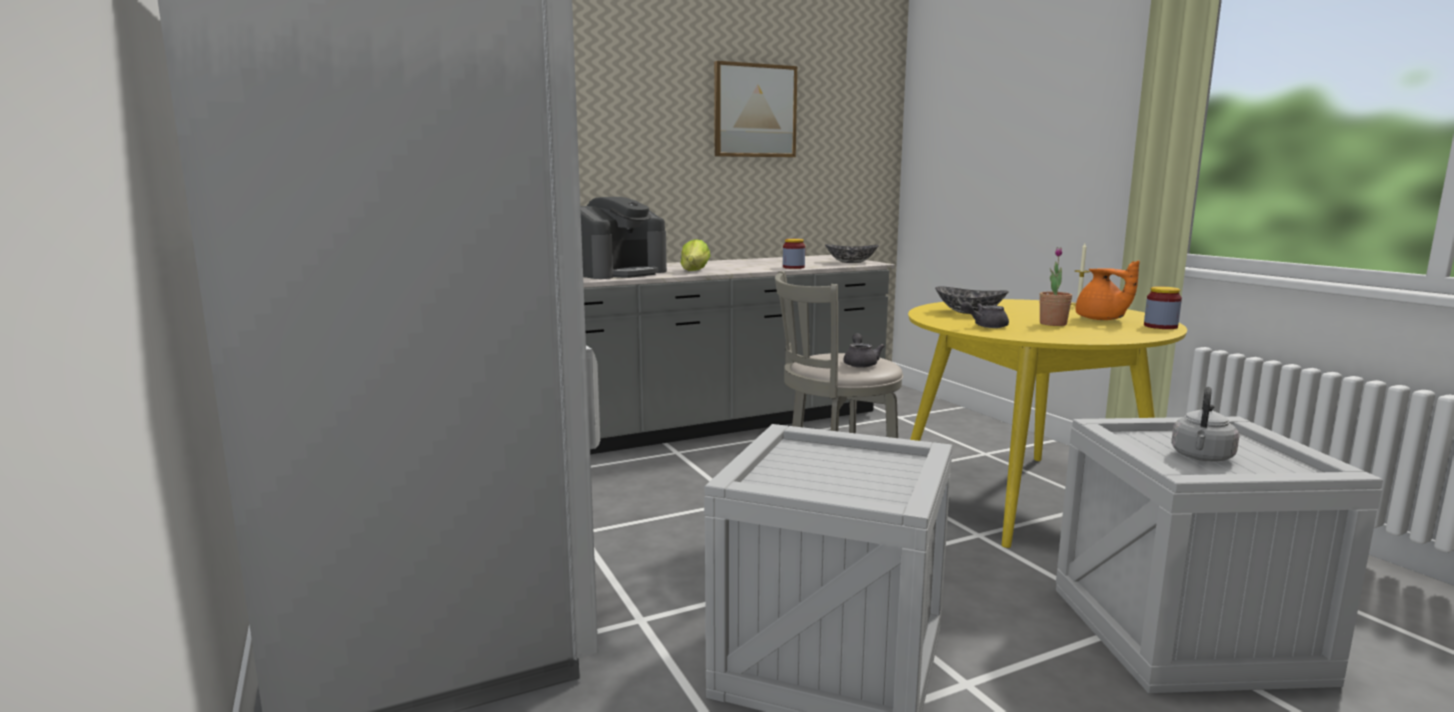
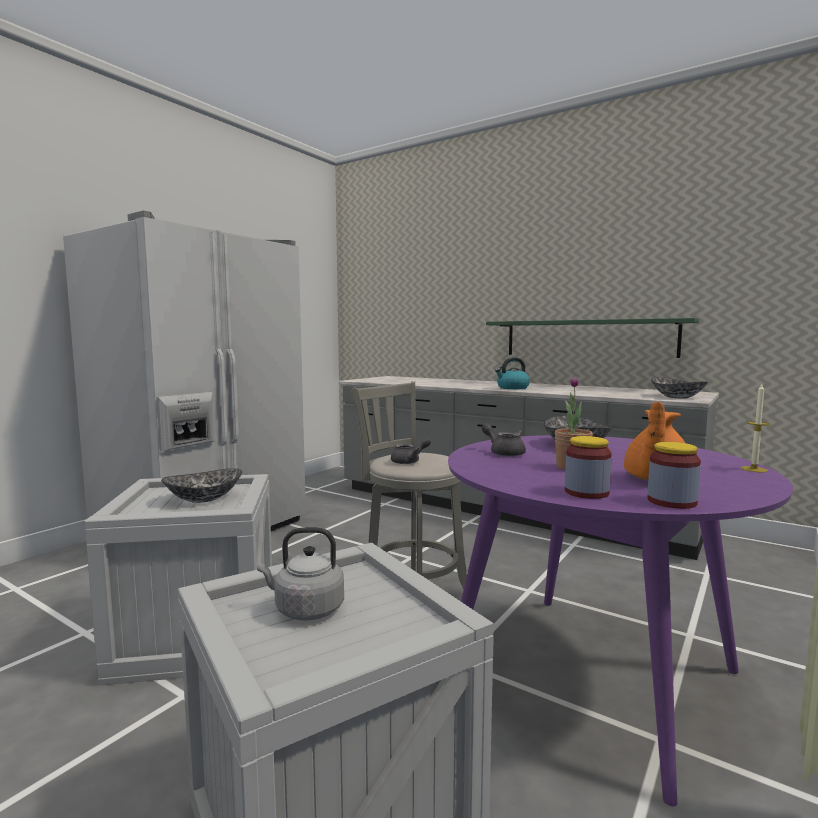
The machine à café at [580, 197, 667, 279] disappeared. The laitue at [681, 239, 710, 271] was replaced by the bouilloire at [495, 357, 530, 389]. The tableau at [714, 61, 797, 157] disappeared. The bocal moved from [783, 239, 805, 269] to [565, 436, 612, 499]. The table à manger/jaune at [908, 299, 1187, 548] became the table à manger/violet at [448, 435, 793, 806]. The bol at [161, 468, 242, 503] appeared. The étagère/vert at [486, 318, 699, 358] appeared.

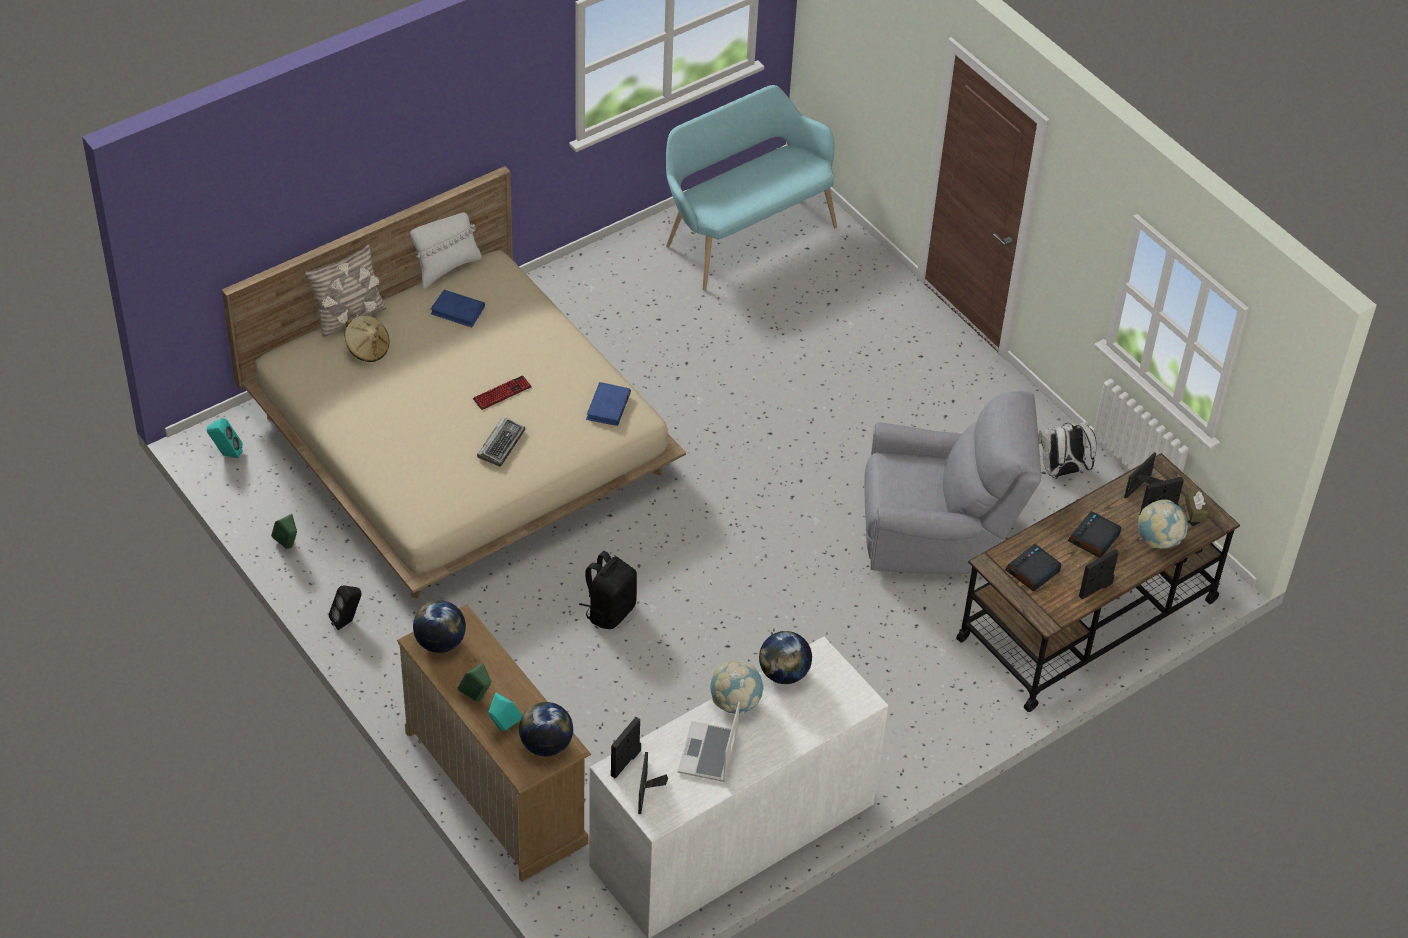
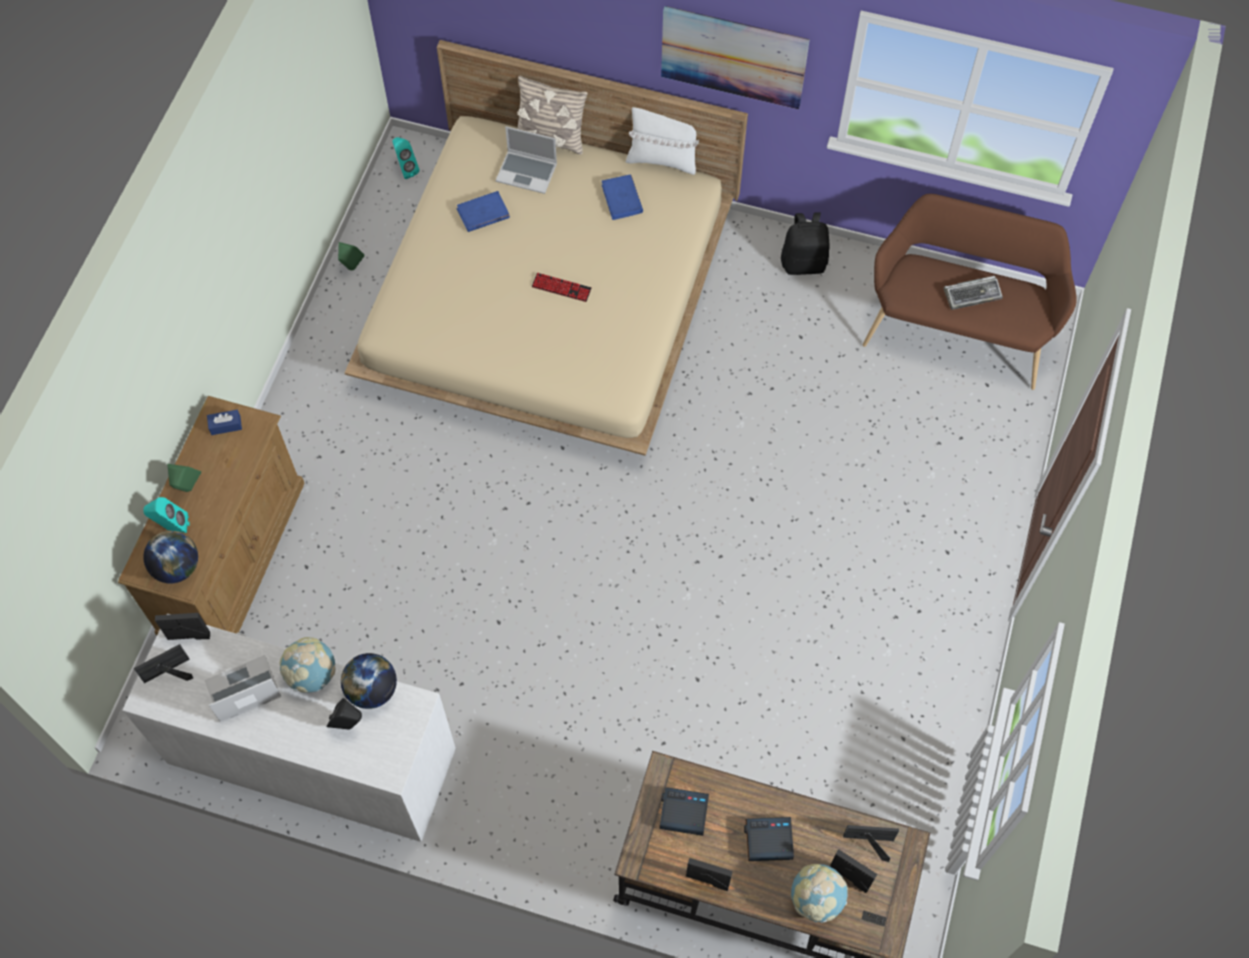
The enceinte/noir moved from [329, 585, 361, 630] to [327, 698, 362, 730]. The chapeau/beige at [345, 315, 390, 362] was replaced by the ordinateur portable at [496, 126, 557, 194]. The globe at [413, 600, 466, 653] was replaced by the boîte à mouchoirs/bleu at [207, 410, 242, 435]. The clavier moved from [477, 418, 525, 467] to [944, 276, 1003, 310]. The sac à dos/noir moved from [579, 551, 637, 629] to [781, 212, 830, 275]. The livre/bleu moved from [586, 382, 631, 426] to [456, 191, 510, 232]. The banc/turquoise at [666, 85, 837, 291] became the banc/marron at [863, 194, 1077, 390]. The fauteuil/gris at [864, 391, 1041, 574] disappeared. The sac à dos/blanc at [1038, 421, 1097, 479] disappeared. The boîte à mouchoirs/marron at [1185, 491, 1209, 522] disappeared. The tableau at [661, 6, 810, 110] appeared.

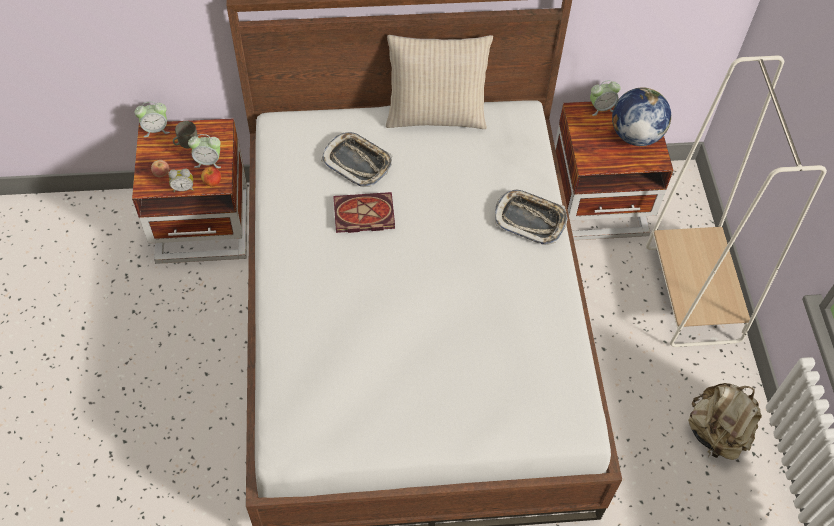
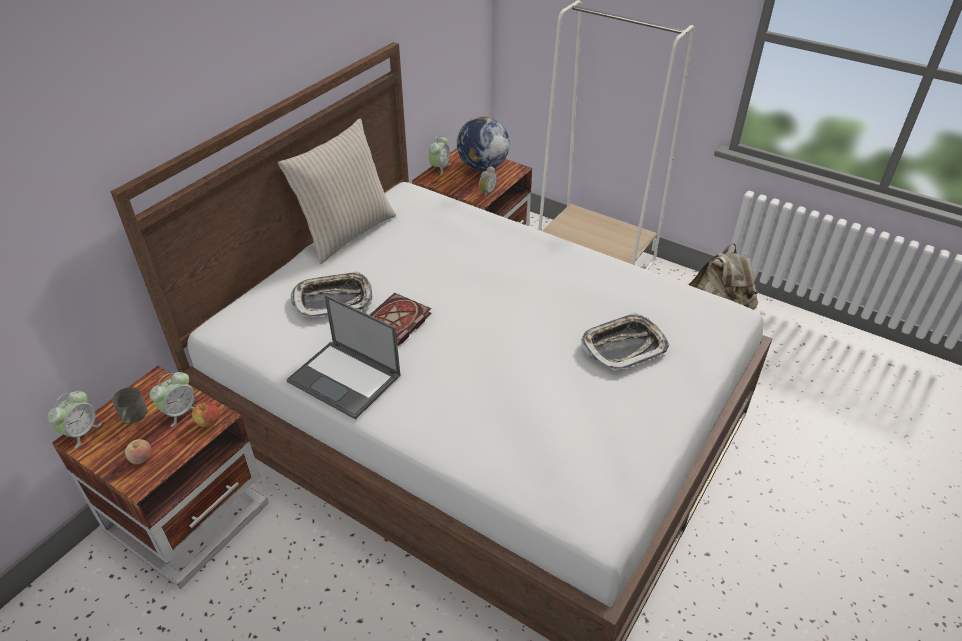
The réveil moved from [168, 169, 194, 192] to [479, 166, 497, 198]. The plateau moved from [495, 190, 568, 245] to [581, 313, 669, 371]. The ordinateur portable at [287, 294, 400, 420] appeared.

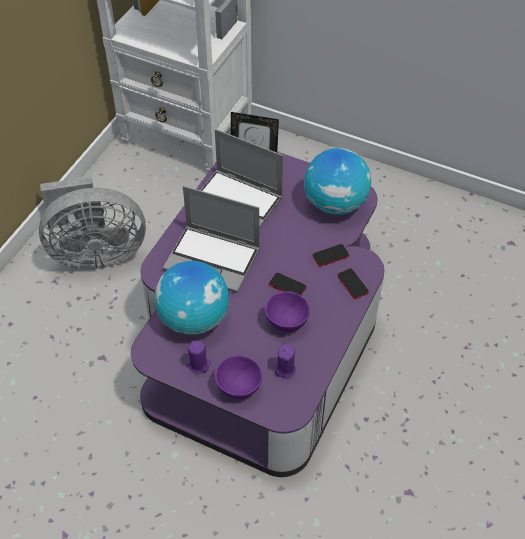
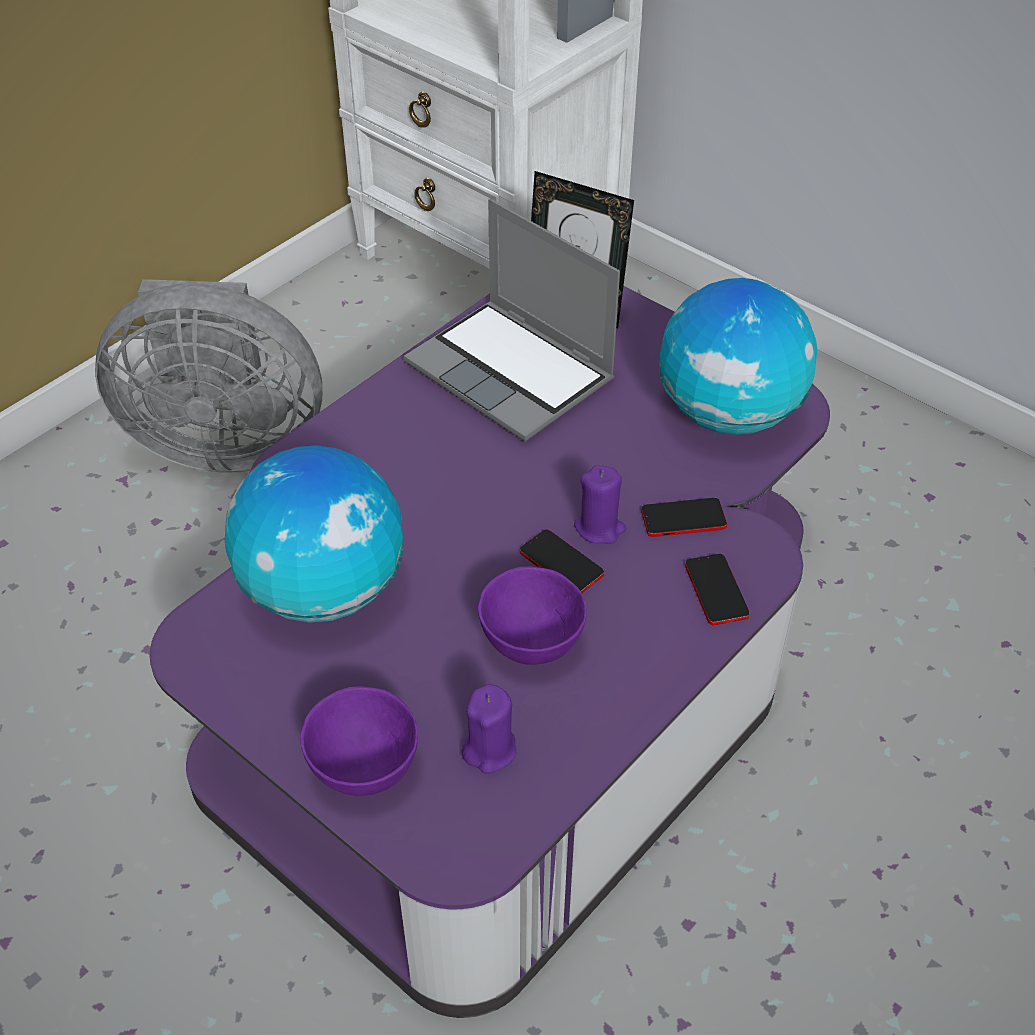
The ordinateur portable at [163, 186, 260, 293] disappeared. The bougie/violet moved from [187, 341, 211, 374] to [574, 465, 626, 544].

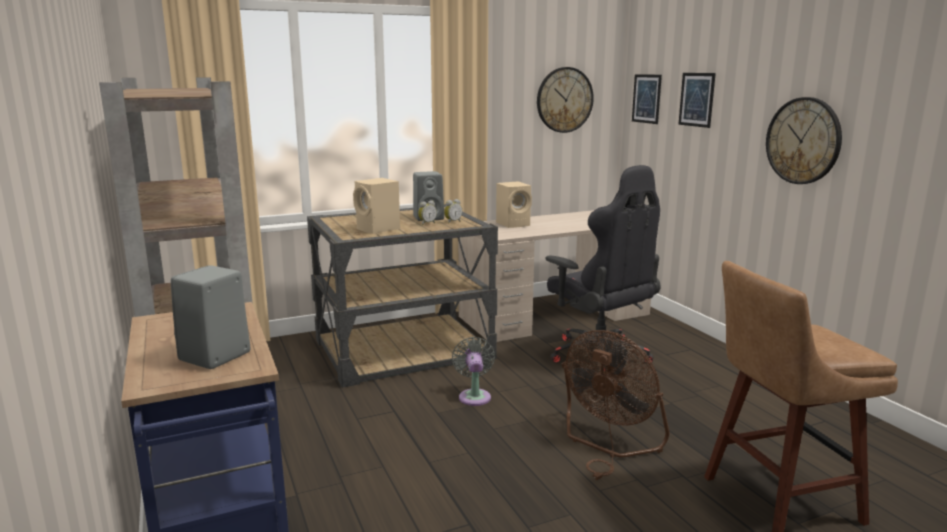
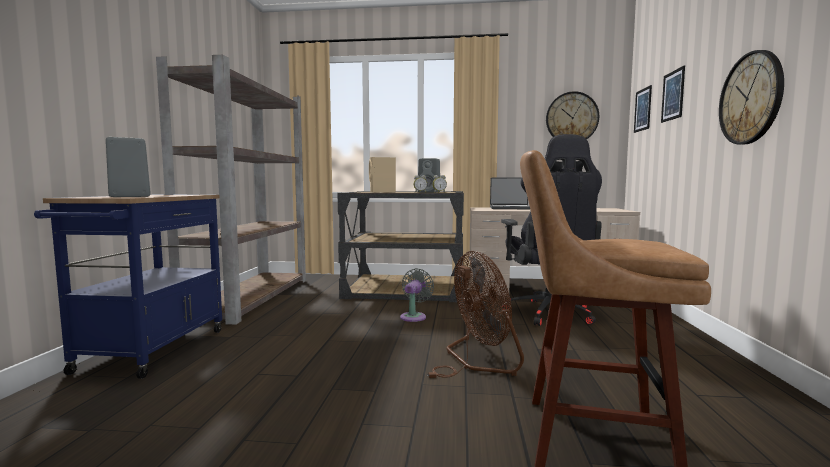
The enceinte/beige at [496, 182, 532, 228] was replaced by the ordinateur portable at [490, 177, 530, 209].

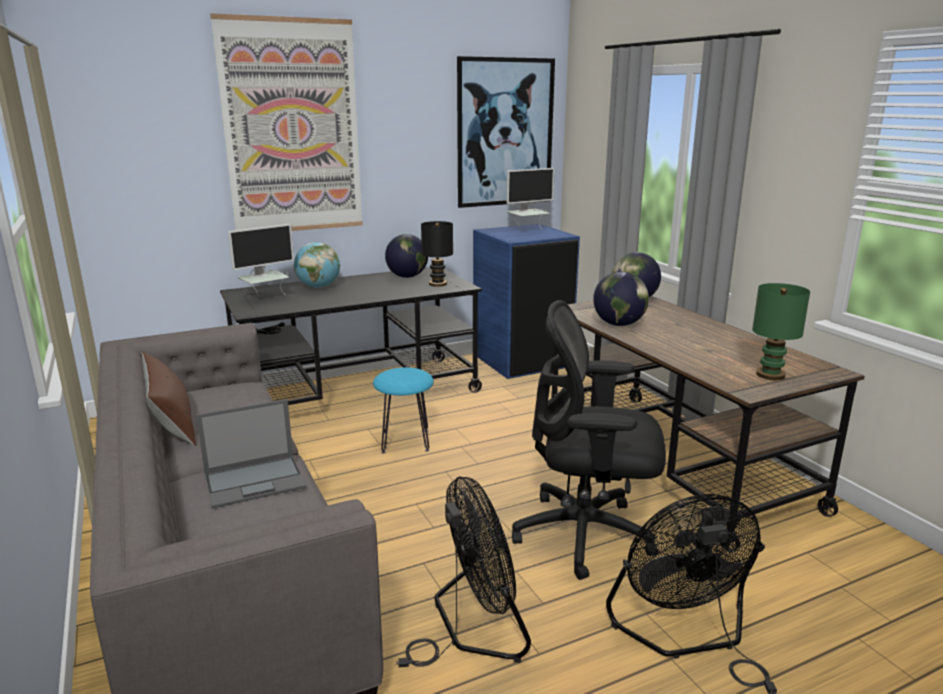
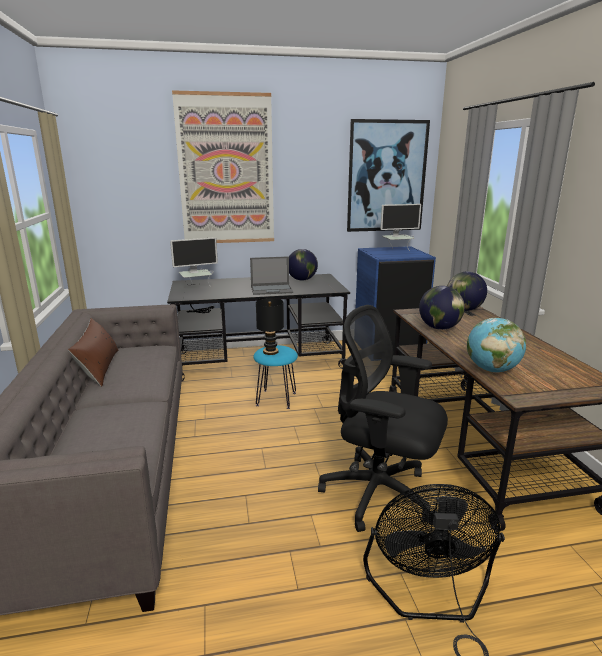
The ordinateur portable moved from [196, 399, 306, 509] to [250, 256, 293, 295]. The globe moved from [294, 242, 340, 288] to [467, 318, 526, 373]. The ventilateur/noir at [395, 476, 531, 667] disappeared. The lampe de table/noir moved from [421, 221, 453, 287] to [256, 298, 284, 355]. The lampe de table/vert at [752, 283, 810, 380] disappeared.

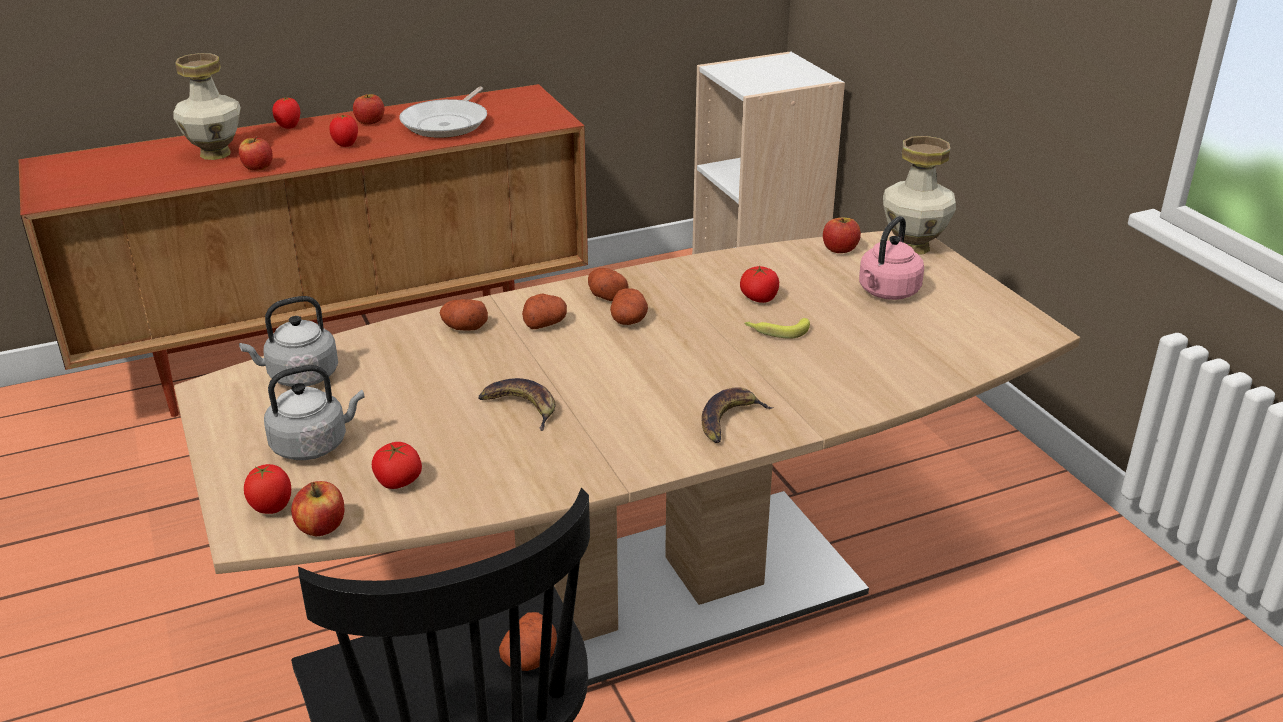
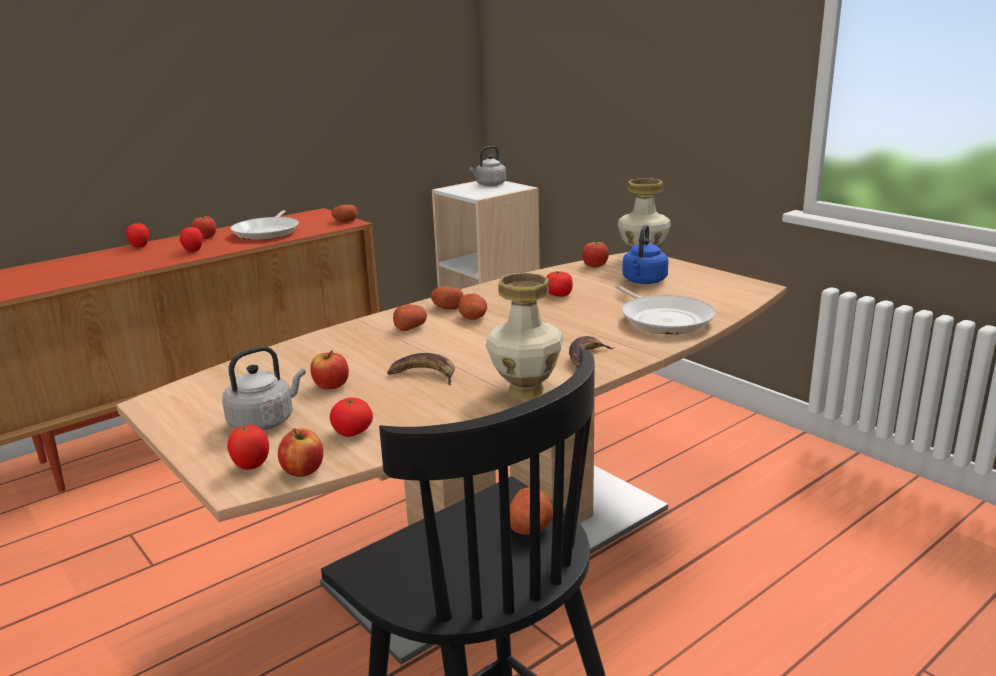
The vase moved from [173, 53, 241, 160] to [486, 273, 564, 398]. The pomme moved from [239, 136, 273, 170] to [310, 350, 349, 389]. The bouilloire/gris moved from [239, 296, 338, 387] to [469, 146, 506, 186]. The pomme de terre moved from [440, 299, 488, 331] to [331, 205, 358, 222]. The banane at [744, 318, 810, 339] disappeared. The bouilloire/rose at [859, 216, 924, 300] became the bouilloire/bleu at [622, 225, 668, 284]. The poêle at [615, 285, 715, 334] appeared.

